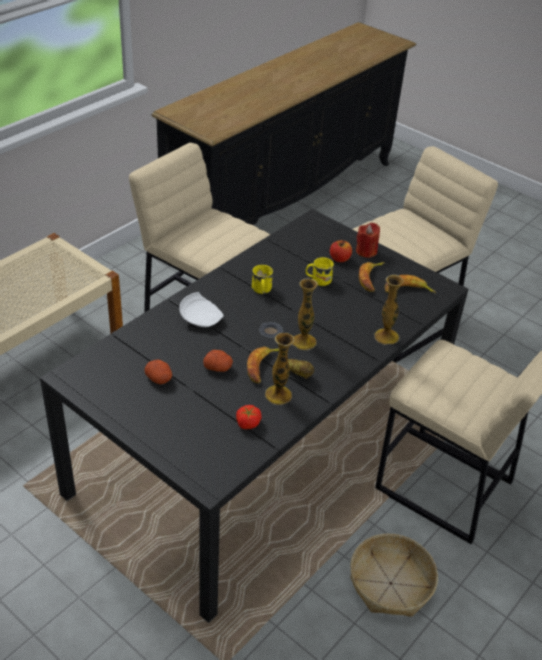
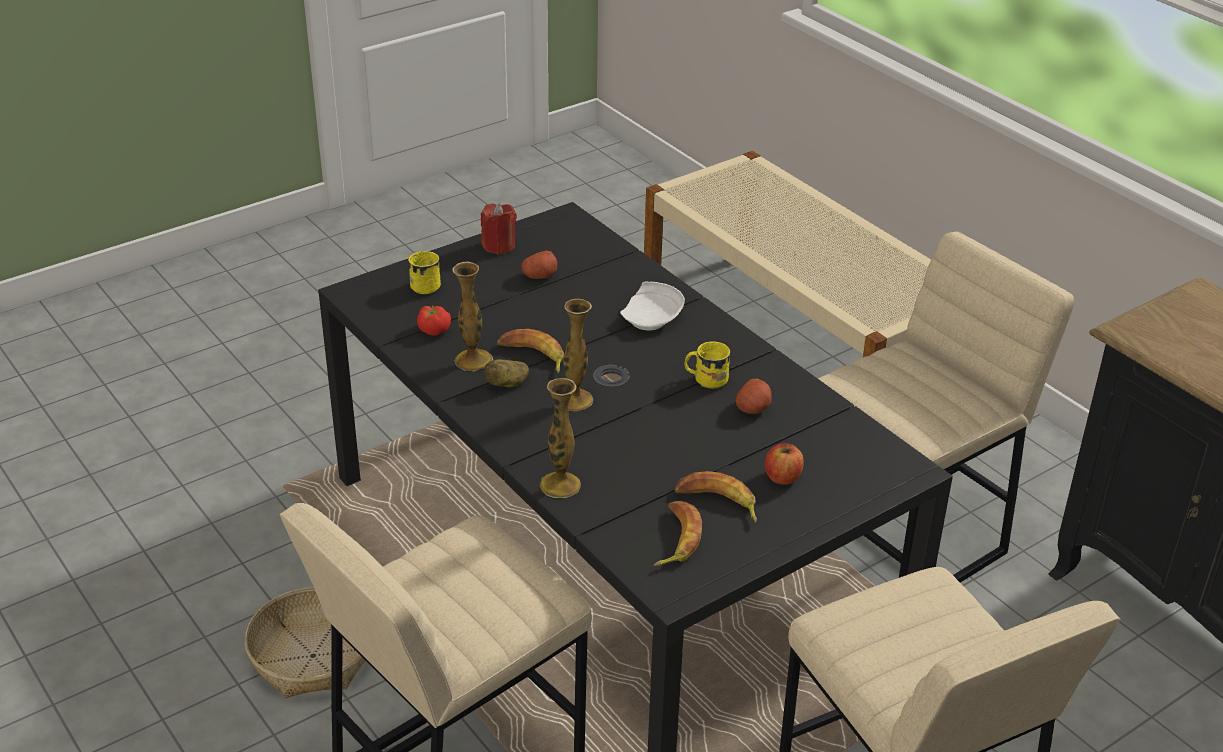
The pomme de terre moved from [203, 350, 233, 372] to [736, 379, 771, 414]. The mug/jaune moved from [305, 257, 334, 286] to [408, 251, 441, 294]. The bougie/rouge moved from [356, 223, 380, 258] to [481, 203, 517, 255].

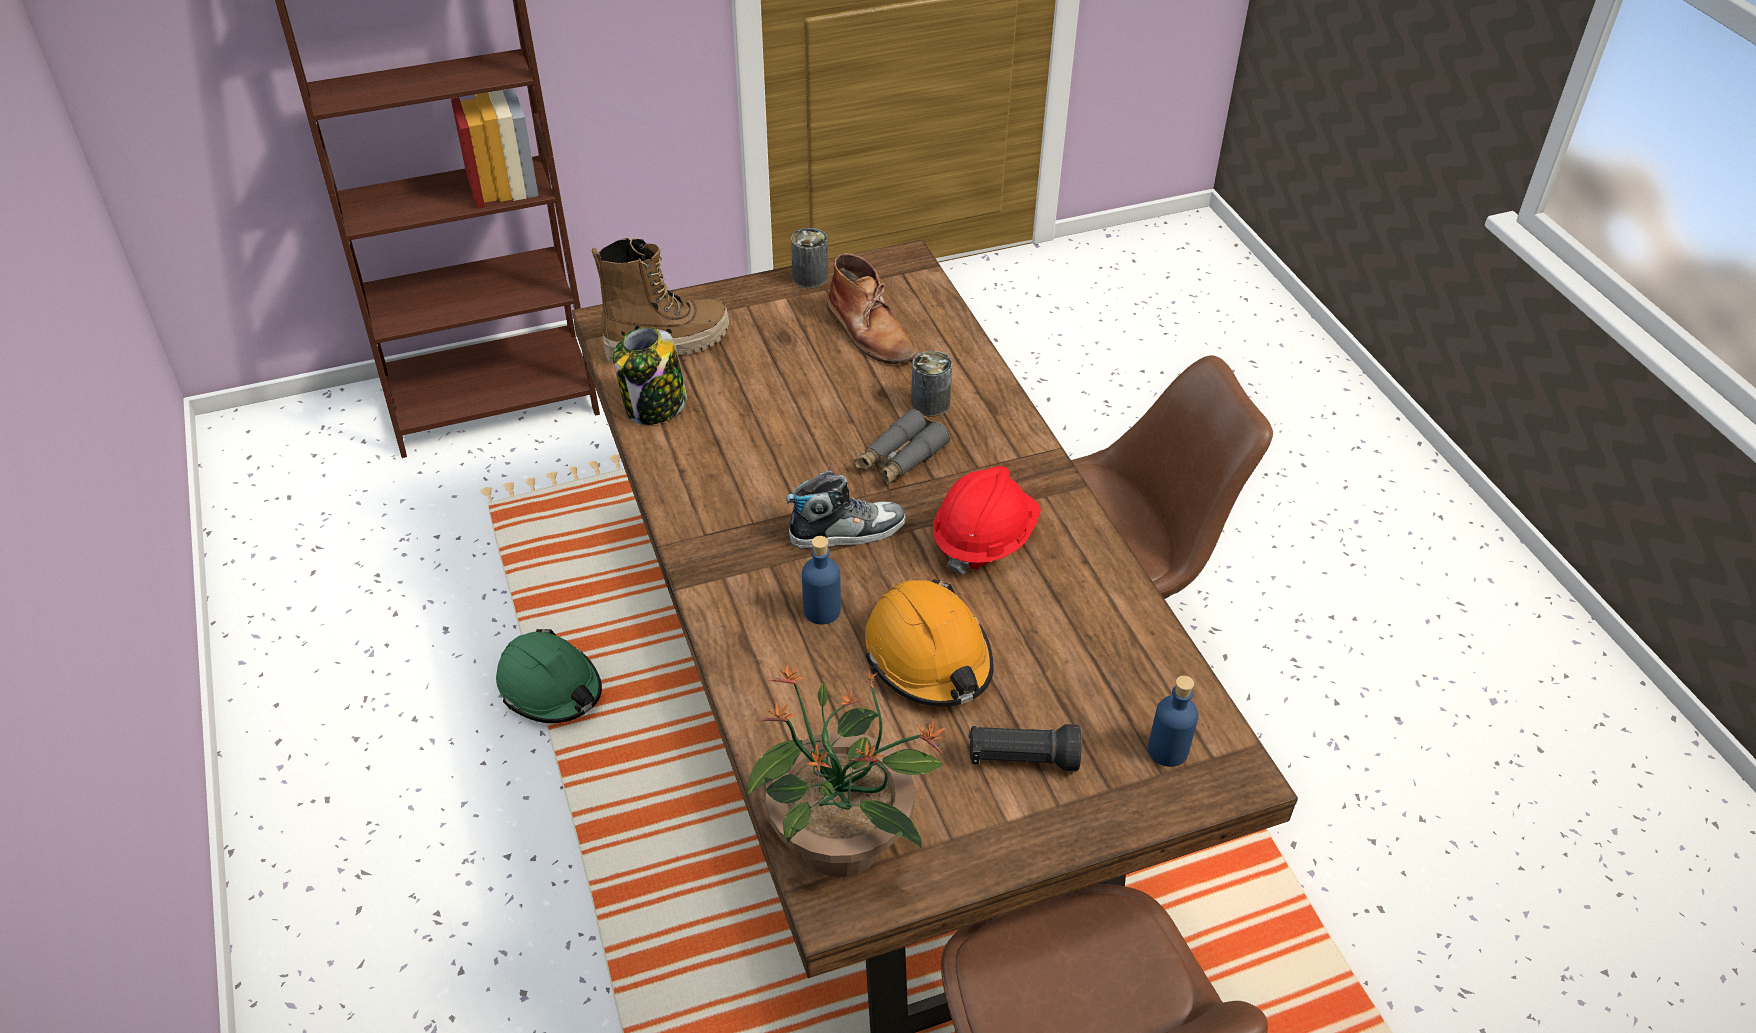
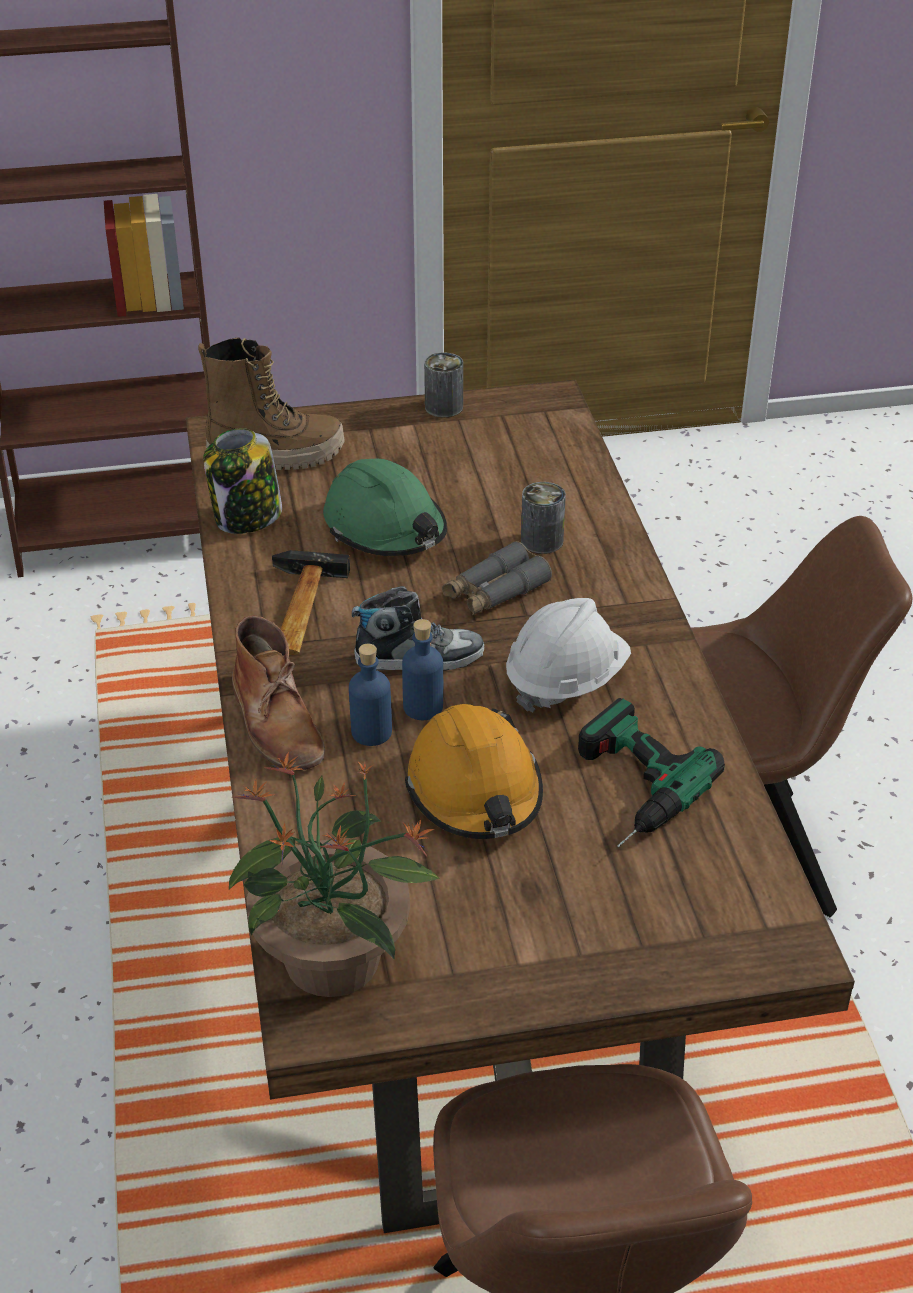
The casque de chantier/vert moved from [496, 629, 602, 723] to [323, 458, 447, 556]. The botte/marron moved from [827, 253, 917, 364] to [232, 615, 325, 770]. The casque de chantier/rouge at [933, 466, 1041, 575] became the casque de chantier/blanc at [506, 598, 631, 712]. The lampe de poche/noir at [969, 724, 1082, 771] disappeared. The bouteille/bleu moved from [1148, 676, 1198, 767] to [402, 619, 443, 720]. The marteau at [272, 550, 350, 655] appeared. The perceuse at [578, 698, 725, 847] appeared.

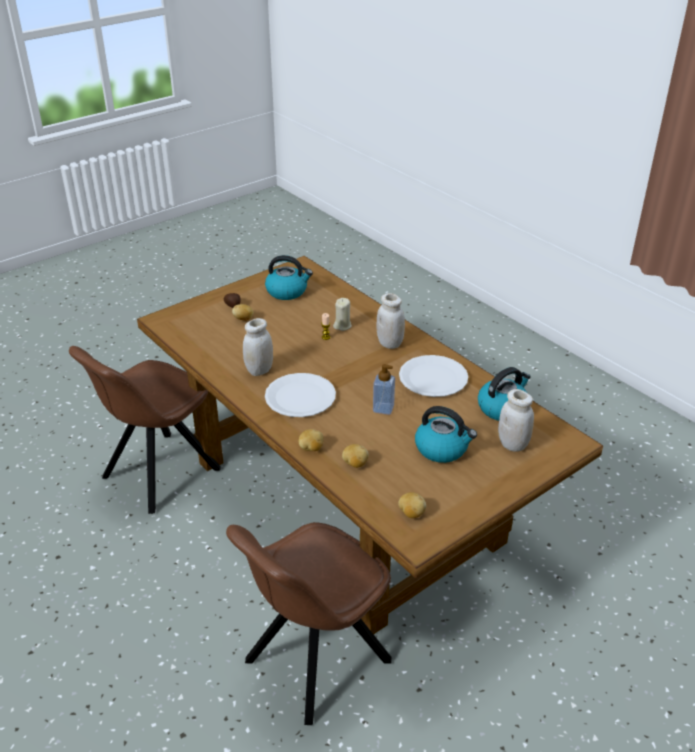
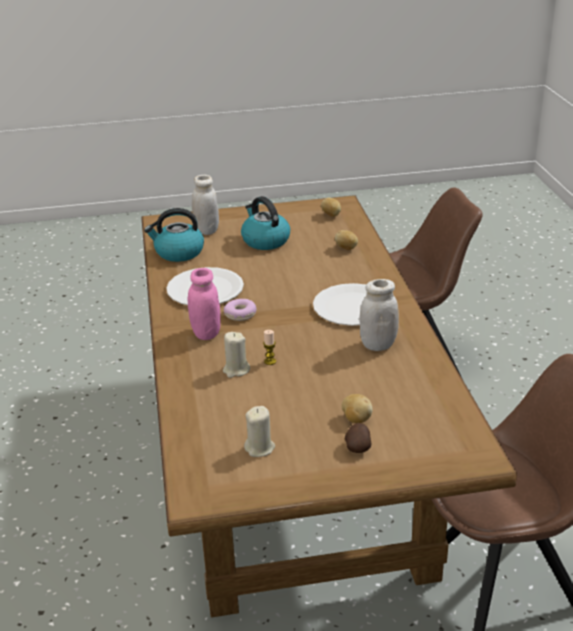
The bouilloire at [265, 255, 313, 300] was replaced by the bougie/beige at [244, 406, 275, 457]. The pomme de terre at [299, 429, 324, 451] disappeared. The distributeur de savon at [373, 364, 395, 415] disappeared. The bocal/blanc at [377, 293, 405, 349] became the bocal/rose at [188, 268, 221, 340]. The beignet at [224, 299, 257, 321] appeared.

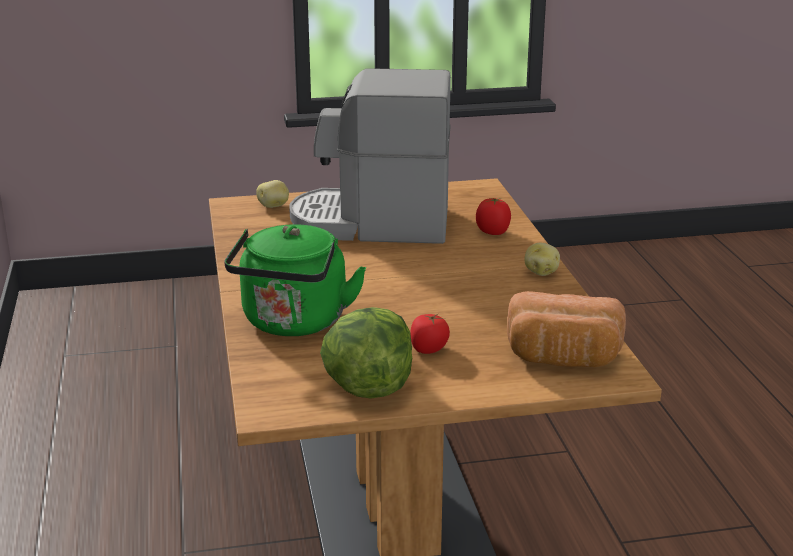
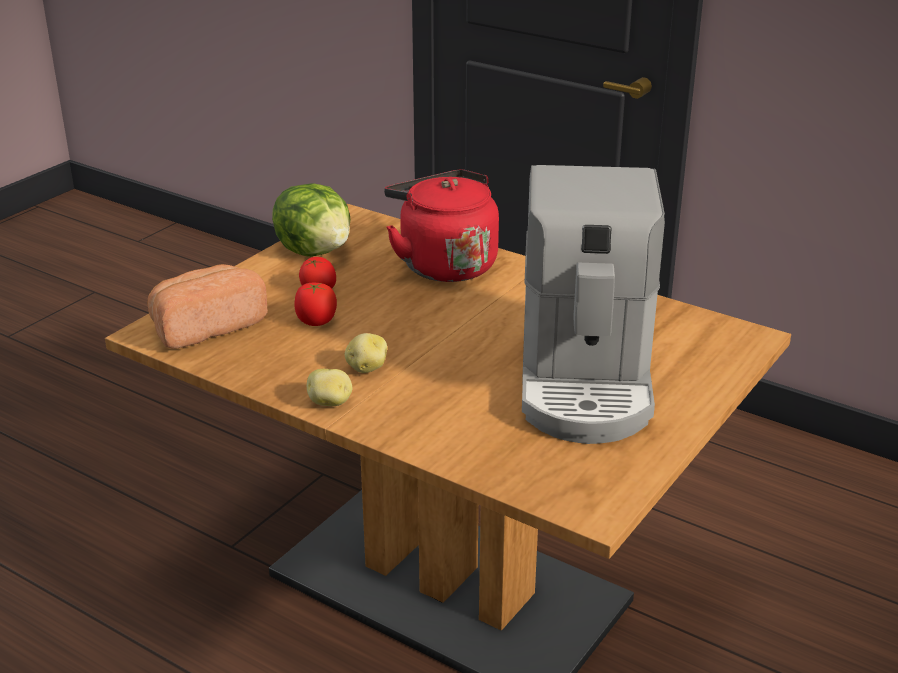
The bouilloire/vert at [224, 224, 367, 336] became the bouilloire/rouge at [384, 169, 499, 282]. The pomme de terre moved from [256, 180, 289, 208] to [345, 333, 387, 373]. The machine à café at [289, 68, 451, 244] turned 135 degrees clockwise. The tomate moved from [476, 198, 511, 235] to [295, 283, 337, 326].

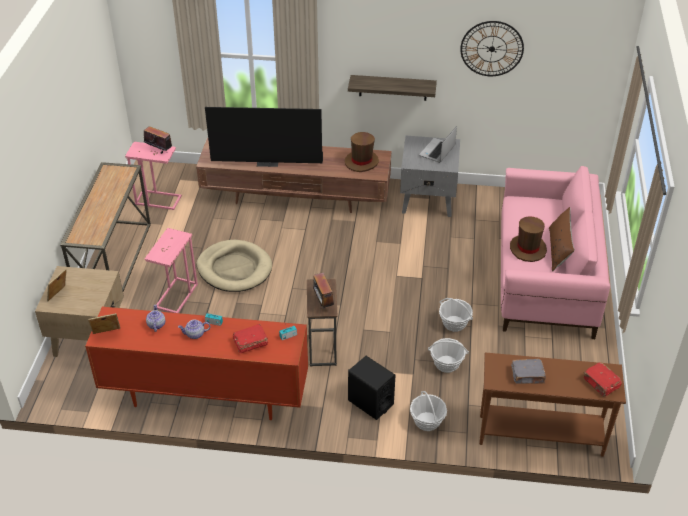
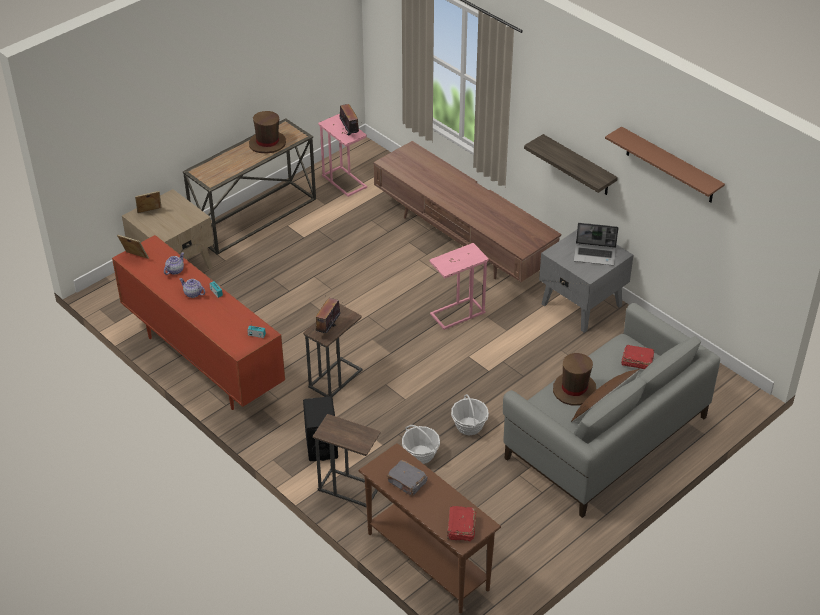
The table d'appoint/rose moved from [145, 228, 198, 313] to [429, 243, 489, 330]. The panier pour chien/beige at [197, 240, 272, 292] disappeared. The téléviseur at [205, 107, 323, 167] disappeared. The livre/rouge moved from [233, 324, 268, 354] to [621, 345, 655, 369]. The chapeau/marron moved from [345, 132, 379, 172] to [249, 111, 286, 154]. The panier at [410, 391, 447, 431] was replaced by the table d'appoint/marron at [313, 414, 380, 508]. The ordinateur portable at [419, 126, 457, 163] turned 150 degrees counterclockwise. The horloge murale at [460, 21, 524, 76] was replaced by the étagère/marron at [605, 126, 725, 203]. The canapé/rose at [501, 166, 610, 339] became the canapé/gris at [503, 303, 720, 518].

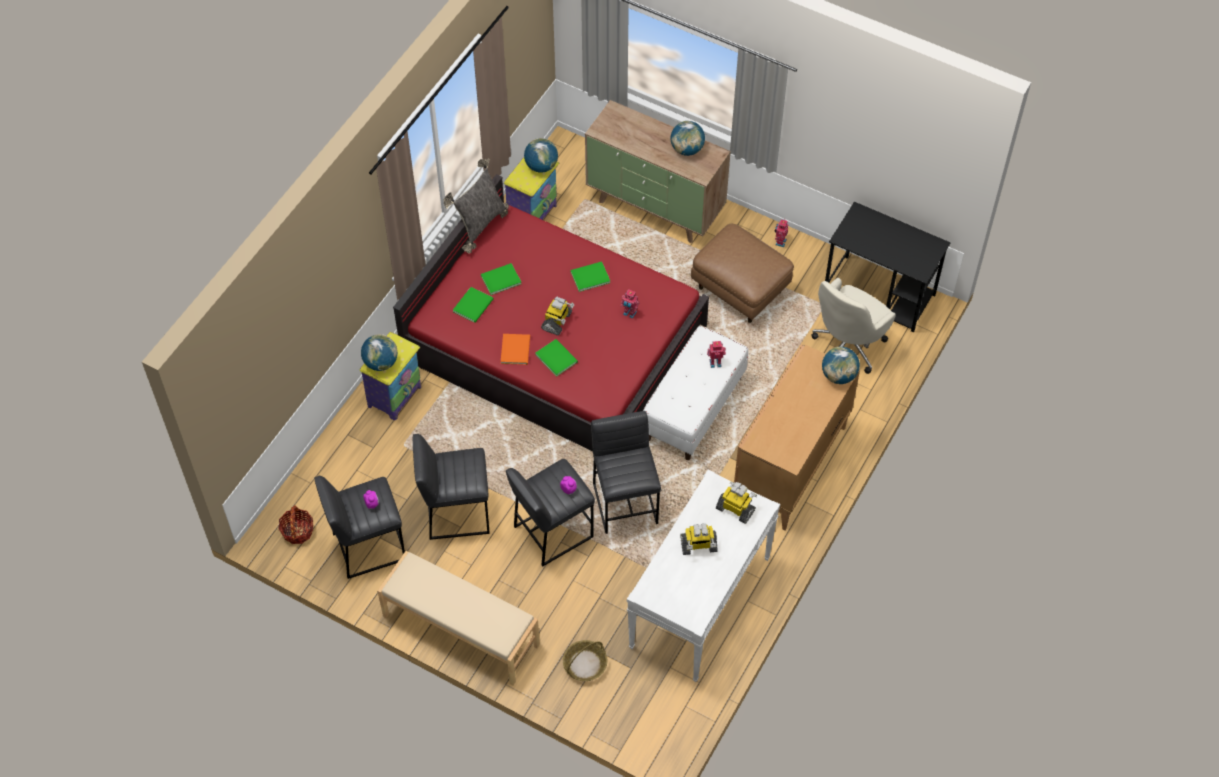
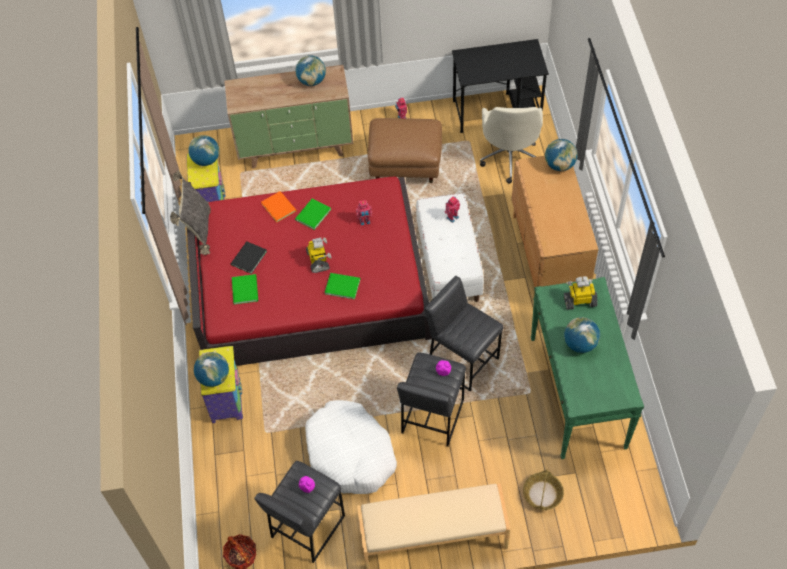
The tabouret/gris at [413, 434, 490, 540] was replaced by the panier pour chien/blanc at [305, 400, 397, 494]. The livre/vert at [481, 263, 521, 295] became the livre/noir at [231, 241, 267, 274]. The livre/orange moved from [501, 334, 530, 365] to [261, 191, 296, 222]. The table console/blanc at [627, 470, 780, 682] became the table console/vert at [531, 277, 644, 459]. The robot jouet at [680, 524, 717, 555] was replaced by the globe at [564, 317, 600, 353].

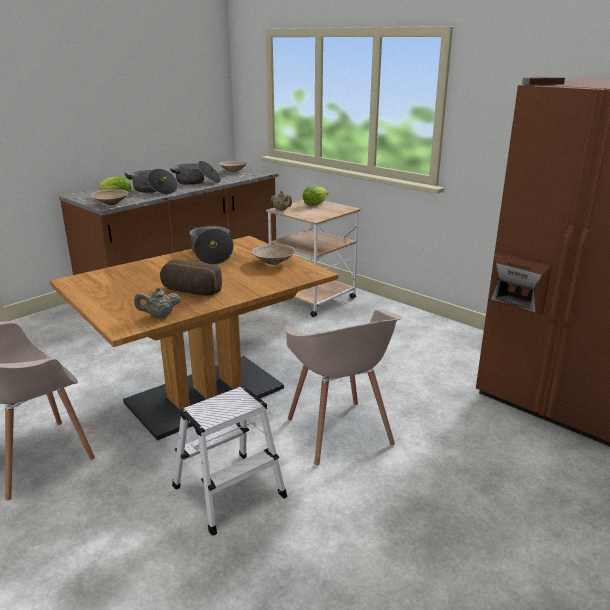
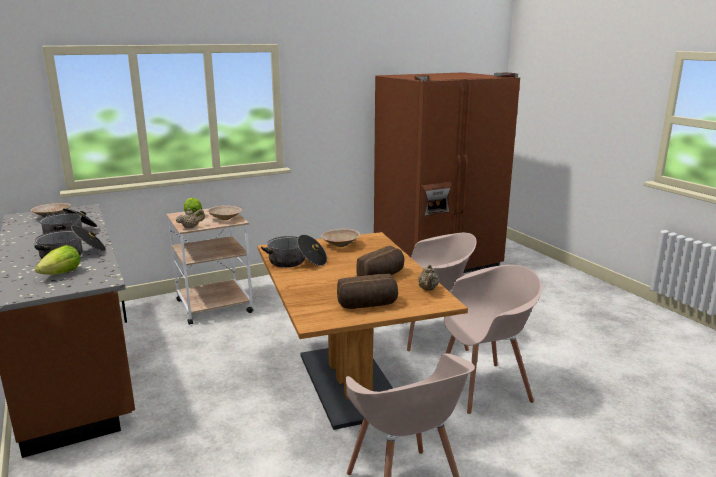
The bol/beige moved from [91, 189, 129, 205] to [207, 205, 242, 220]. The escabeau/blanc at [172, 385, 287, 536] was replaced by the chaise/beige at [444, 265, 542, 414]. The pain at [337, 274, 398, 309] appeared.

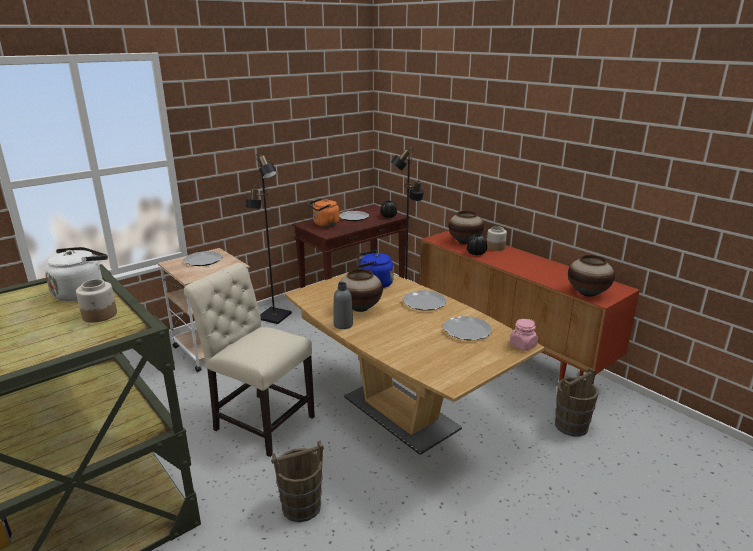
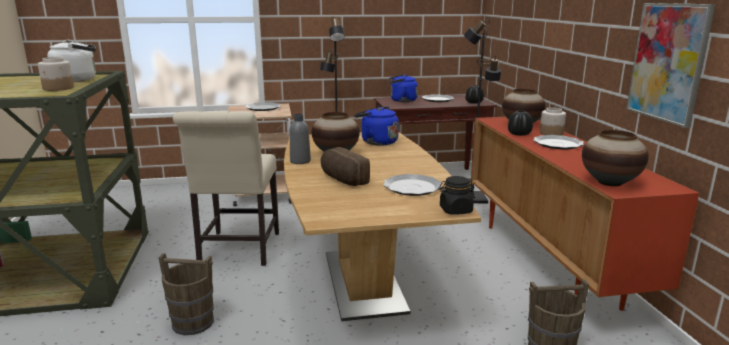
The chaise/beige at [184, 263, 315, 457] turned 150 degrees counterclockwise. The bouilloire/orange at [308, 198, 340, 227] became the bouilloire/bleu at [389, 74, 418, 102]. The assiette moved from [402, 290, 447, 311] to [533, 135, 584, 150]. The bocal/rose at [510, 319, 538, 351] became the bocal/noir at [438, 176, 475, 215]. The pain at [321, 147, 370, 186] appeared. The tableau at [626, 3, 715, 128] appeared.

